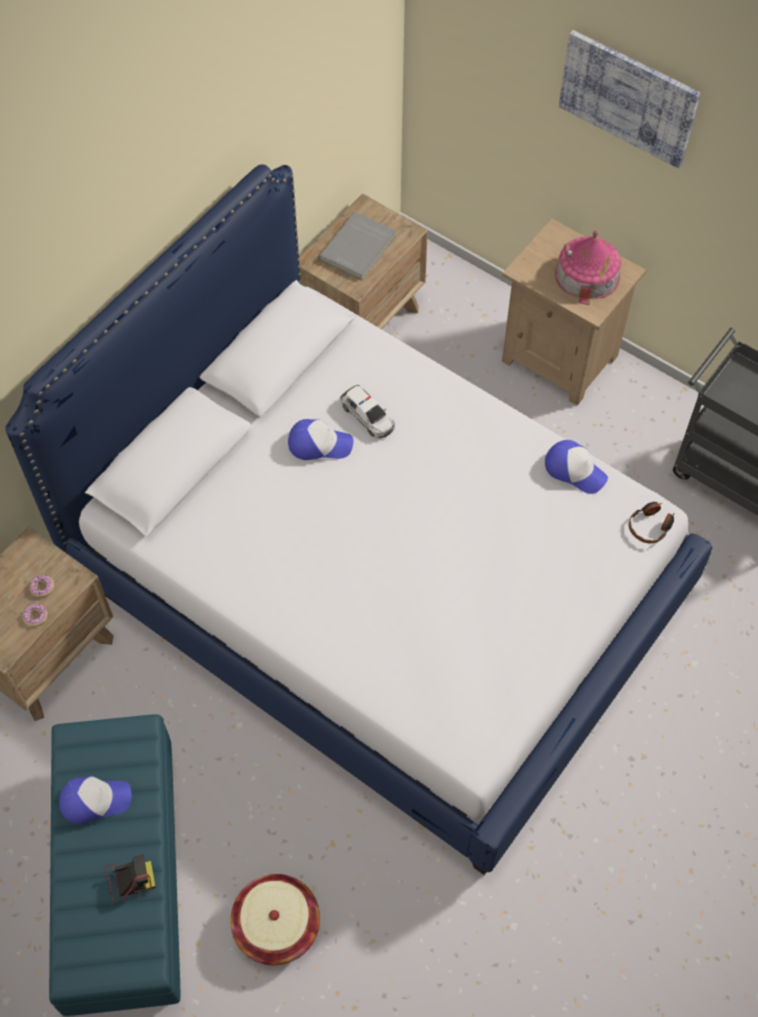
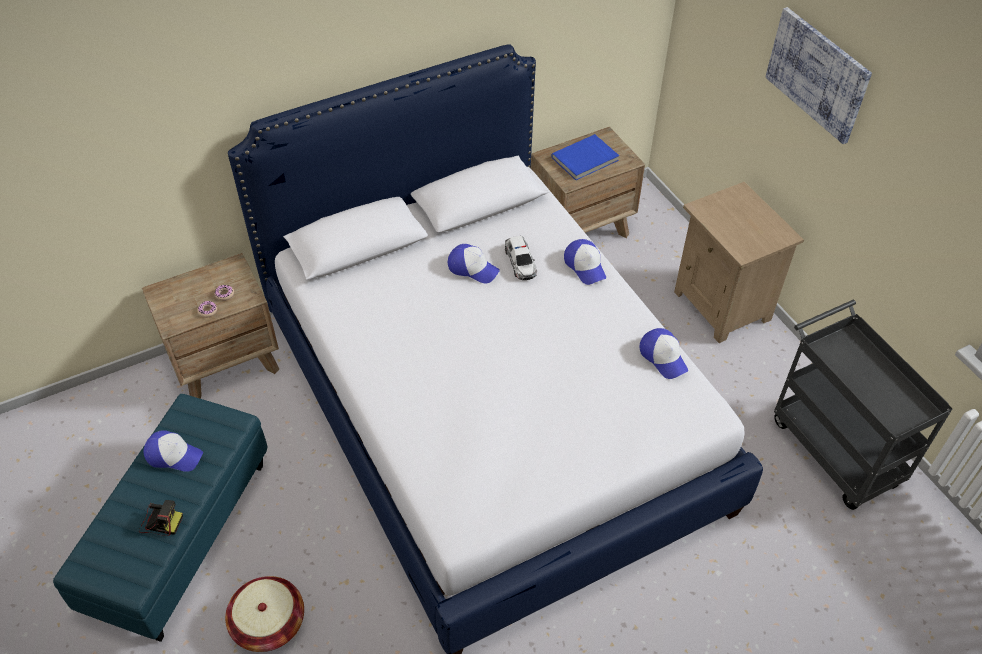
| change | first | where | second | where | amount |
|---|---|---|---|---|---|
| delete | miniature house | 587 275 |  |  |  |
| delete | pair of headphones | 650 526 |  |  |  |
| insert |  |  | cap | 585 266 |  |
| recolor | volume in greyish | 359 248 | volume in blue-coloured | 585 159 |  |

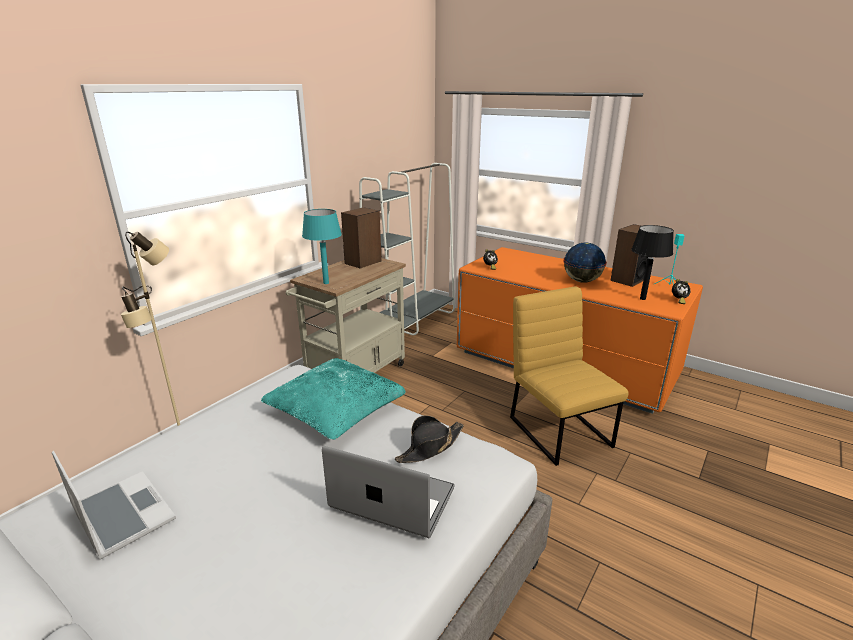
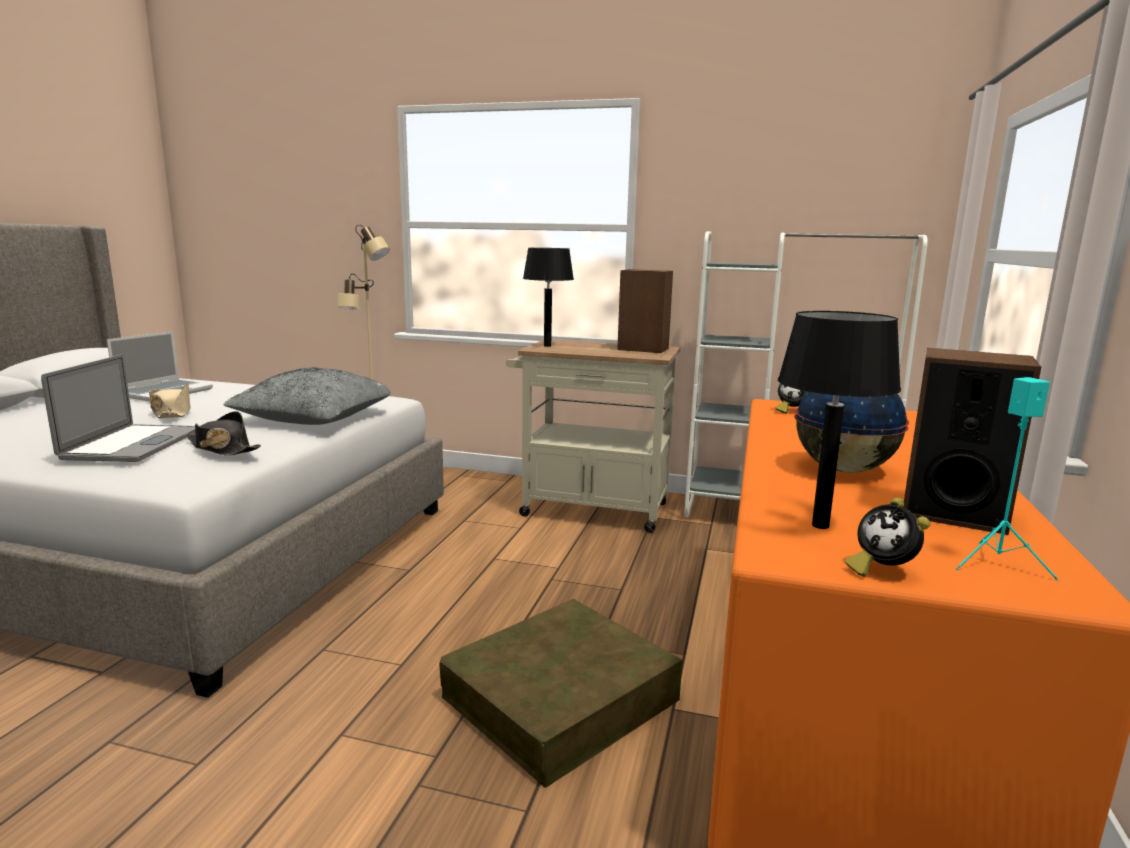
| change | first | where | second | where | amount |
|---|---|---|---|---|---|
| insert |  |  | hat in beige | 172 412 |  |
| replace | upright chair in yellow | 558 429 | storage bin in brown | 561 698 |  |
| recolor | cushion in turquoise-coloured | 335 409 | cushion in greyish | 314 417 |  |
| recolor | tabletop lamp in turquoise-coloured | 326 283 | tabletop lamp in black-coloured | 547 346 |  |

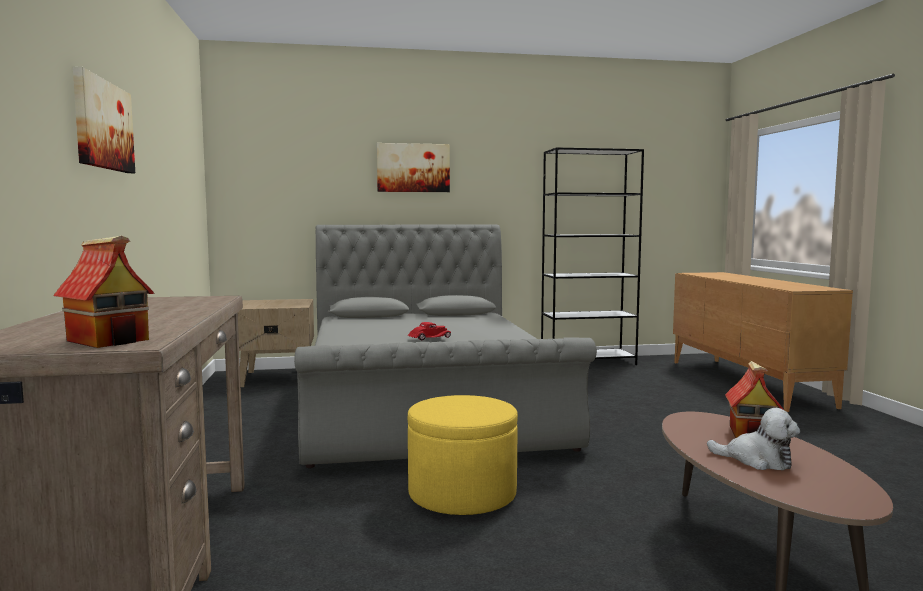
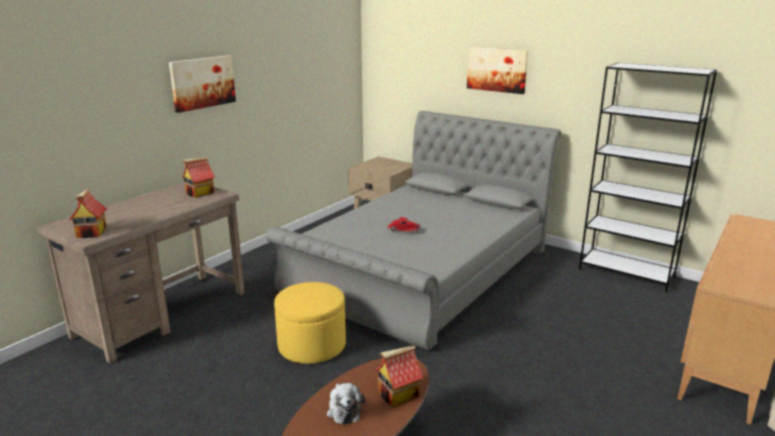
| change | first | where | second | where | amount |
|---|---|---|---|---|---|
| insert |  |  | miniature house | 200 193 |  |

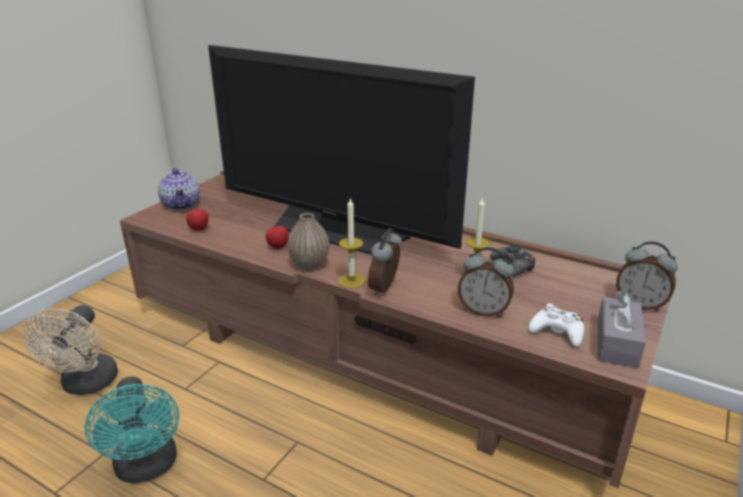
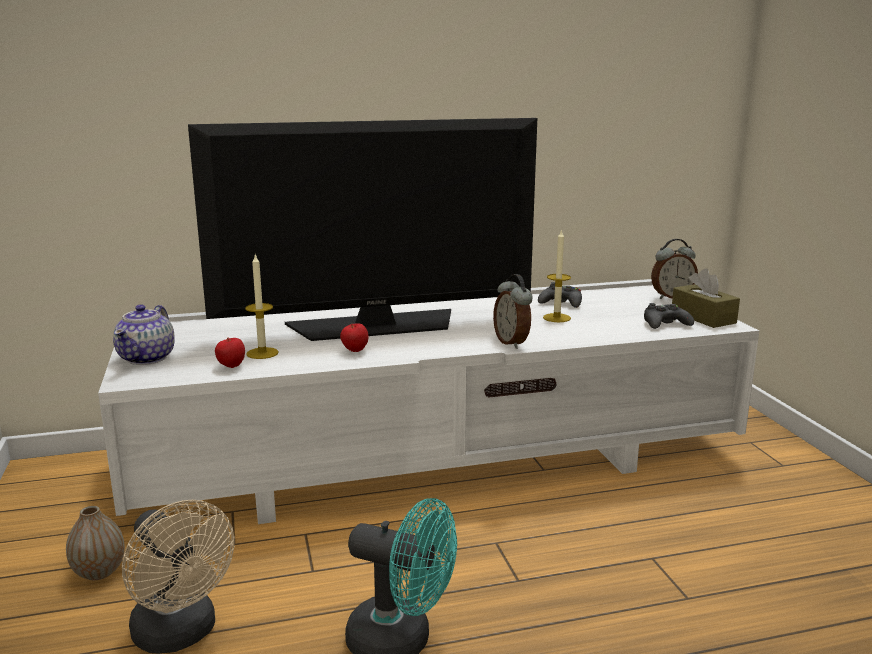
| change | first | where | second | where | amount |
|---|---|---|---|---|---|
| delete | table clock | 483 310 |  |  |  |
| move | decorative vase | 309 264 |  | 99 572 |  |
| move | wax light | 351 280 |  | 262 353 |  |
| recolor | media console in brown | 372 349 | media console in white | 436 455 |  |
| recolor | game controller in white | 557 332 | game controller in black-coloured | 665 324 |  |
| recolor | tissue holder in greyish | 616 343 | tissue holder in brown | 703 317 |  |
| rotate | pot for tea | 181 204 |  | 147 358 | 75 degrees clockwise |

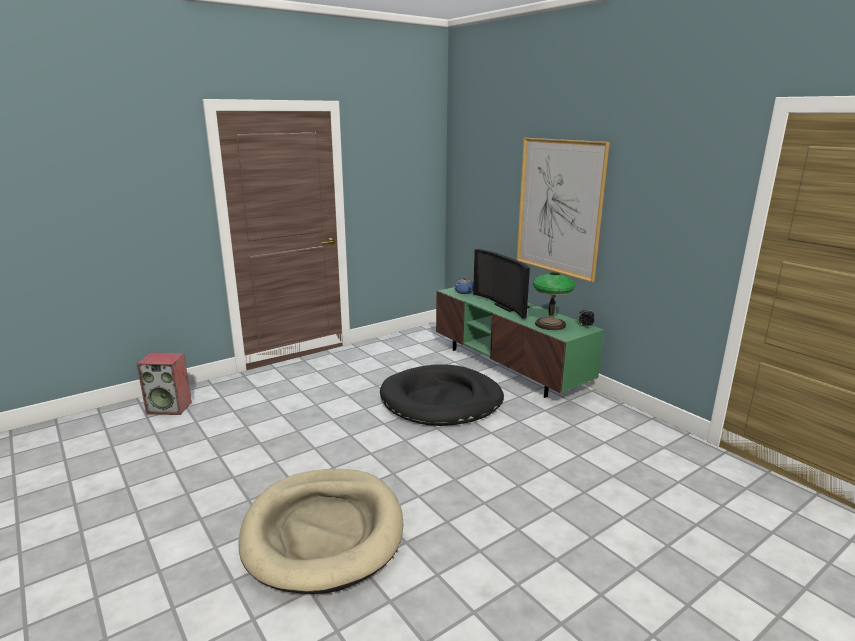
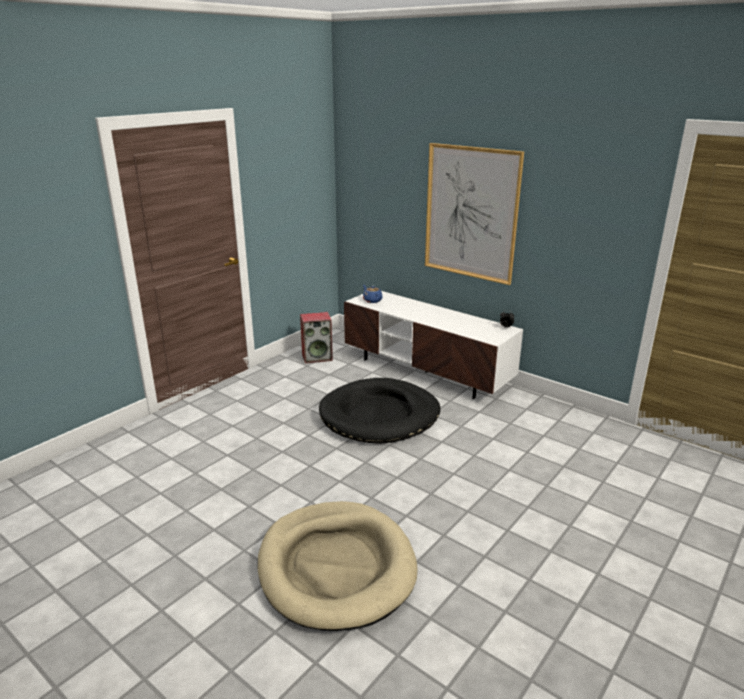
| change | first | where | second | where | amount |
|---|---|---|---|---|---|
| delete | TV | 507 306 |  |  |  |
| delete | tabletop lamp | 550 324 |  |  |  |
| move | speaker | 170 407 |  | 317 357 |  |
| recolor | media console in green-coloured | 509 367 | media console in white | 426 371 |  |

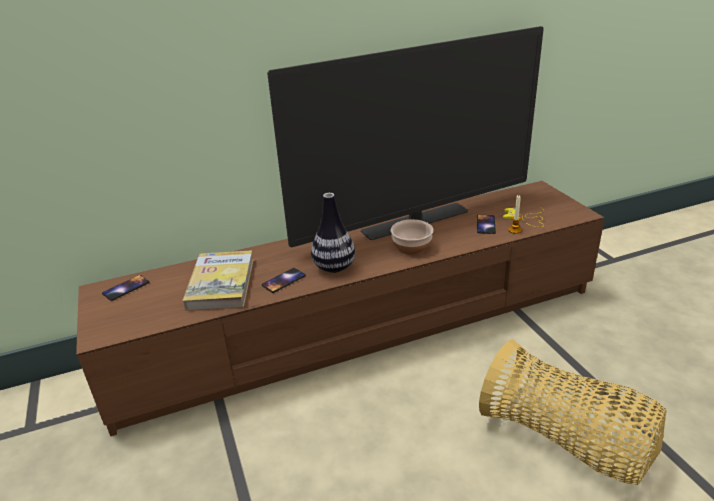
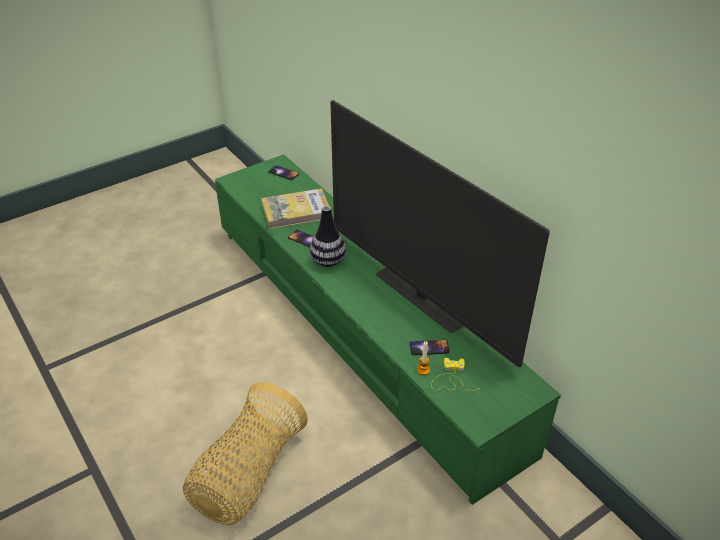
| change | first | where | second | where | amount |
|---|---|---|---|---|---|
| delete | bowl | 411 247 |  |  |  |
| recolor | media console in brown | 360 329 | media console in green-coloured | 360 331 |  |

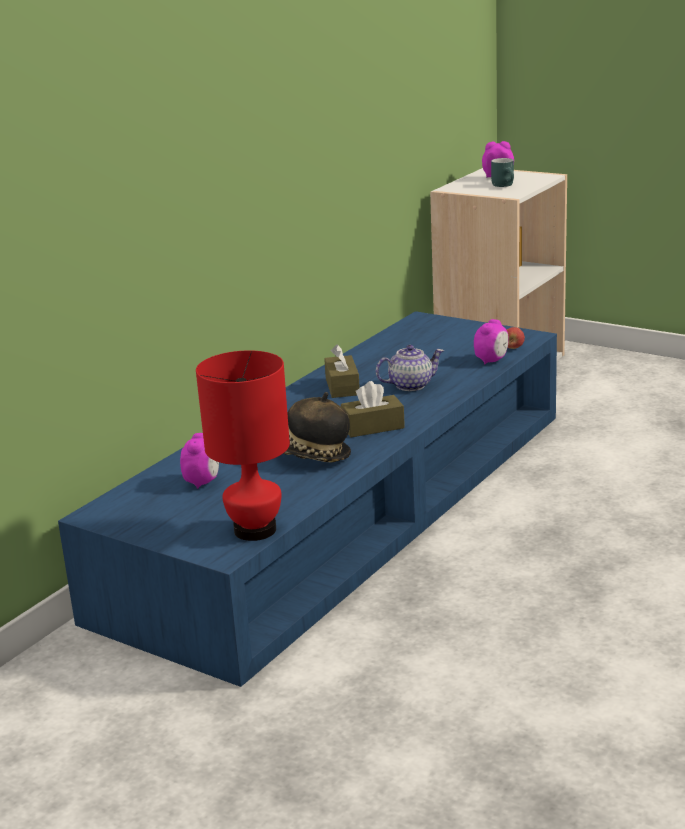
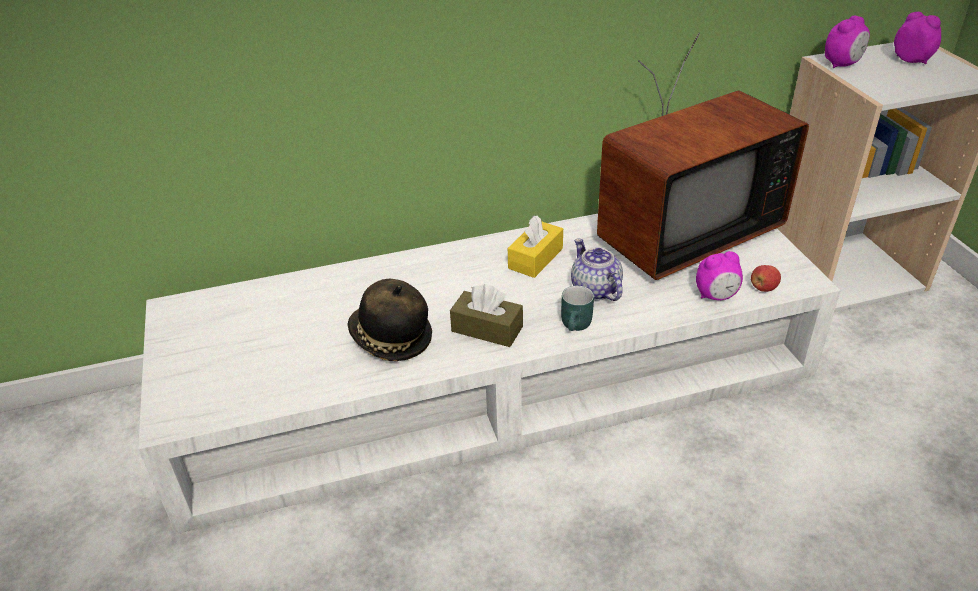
| change | first | where | second | where | amount |
|---|---|---|---|---|---|
| delete | tabletop lamp in reddish | 254 530 |  |  |  |
| insert |  |  | TV | 679 234 |  |
| move | table clock | 202 482 |  | 842 64 |  |
| move | tea mug in turquoise-coloured | 505 185 |  | 577 326 |  |
| recolor | media console in blue-coloured | 346 507 | media console in white | 491 377 |  |
| recolor | tissue holder in brown | 342 387 | tissue holder in yellow | 535 258 |  |
| rotate | pot for tea | 411 385 |  | 594 289 | 135 degrees counterclockwise |

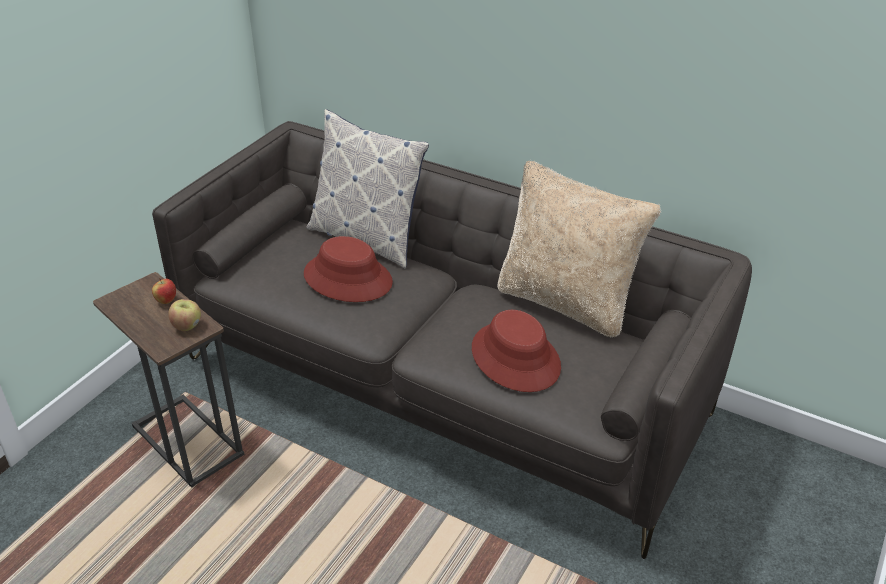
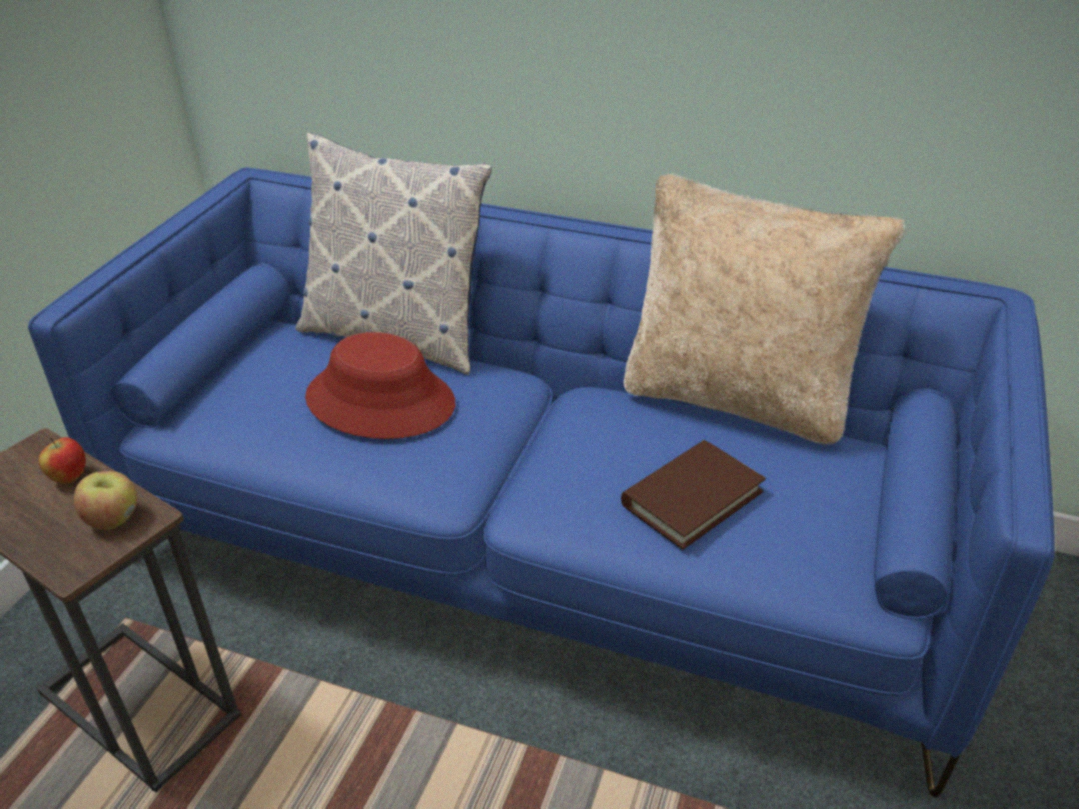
| change | first | where | second | where | amount |
|---|---|---|---|---|---|
| replace | hat in reddish | 516 358 | volume in brown | 692 498 |  |
| recolor | settee in greyish | 444 388 | settee in blue-coloured | 543 554 |  |

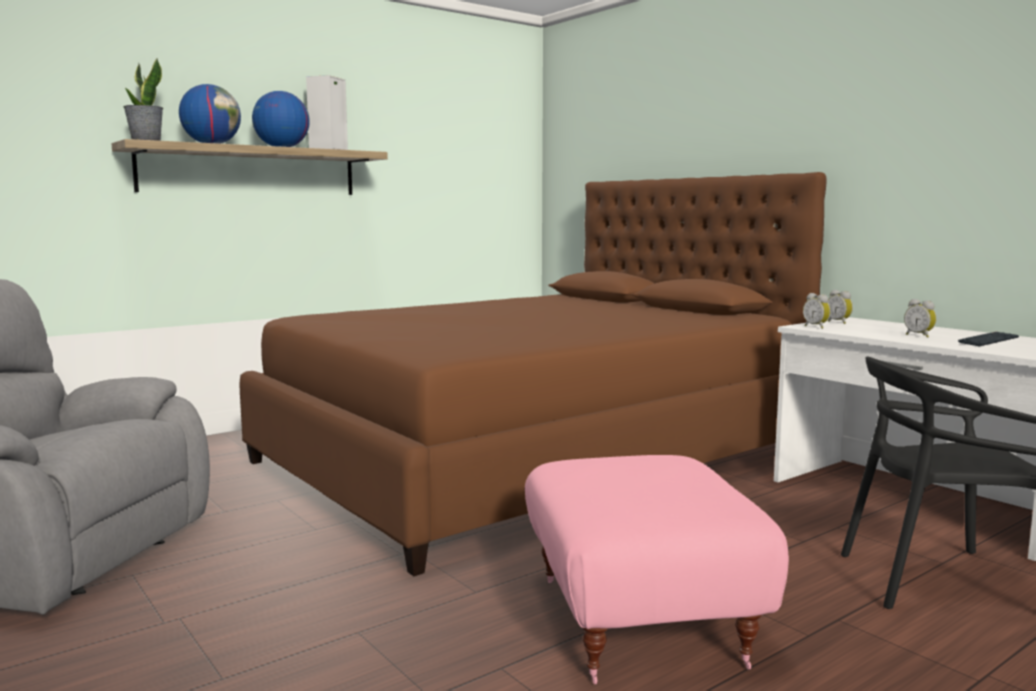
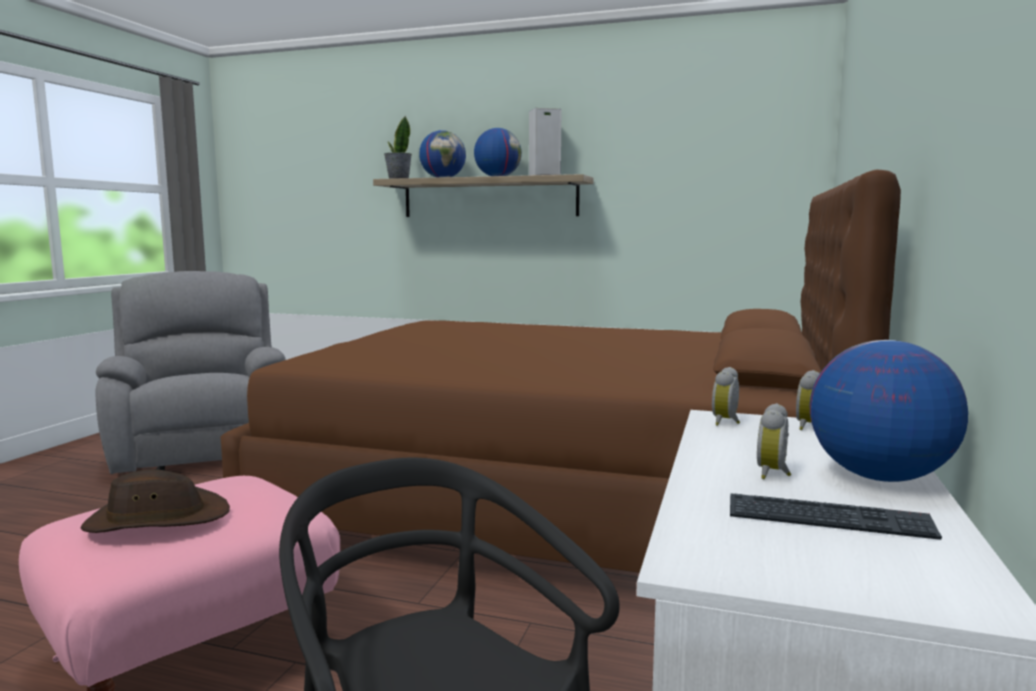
| change | first | where | second | where | amount |
|---|---|---|---|---|---|
| insert |  |  | hat in brown | 157 519 |  |
| insert |  |  | world globe | 878 477 |  |

